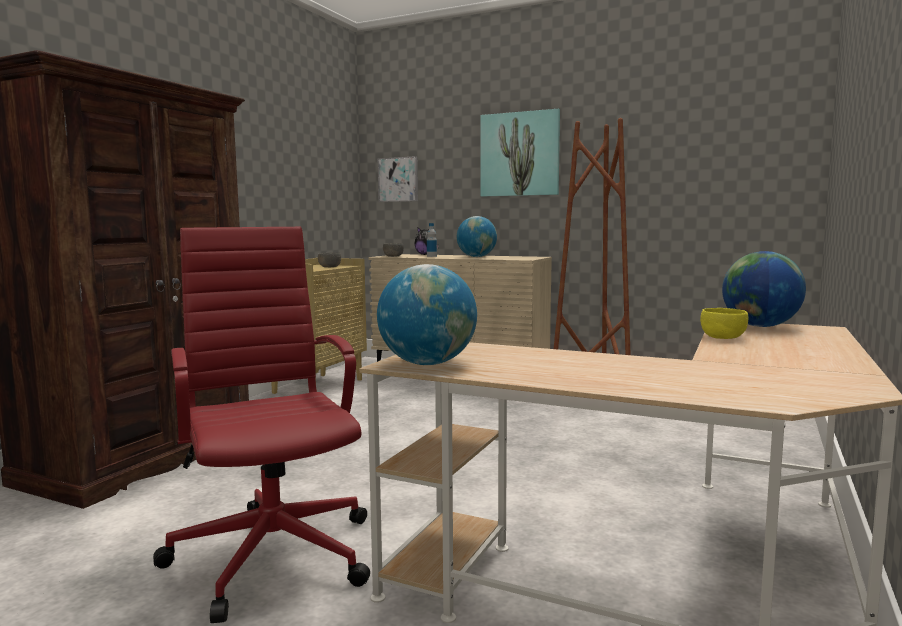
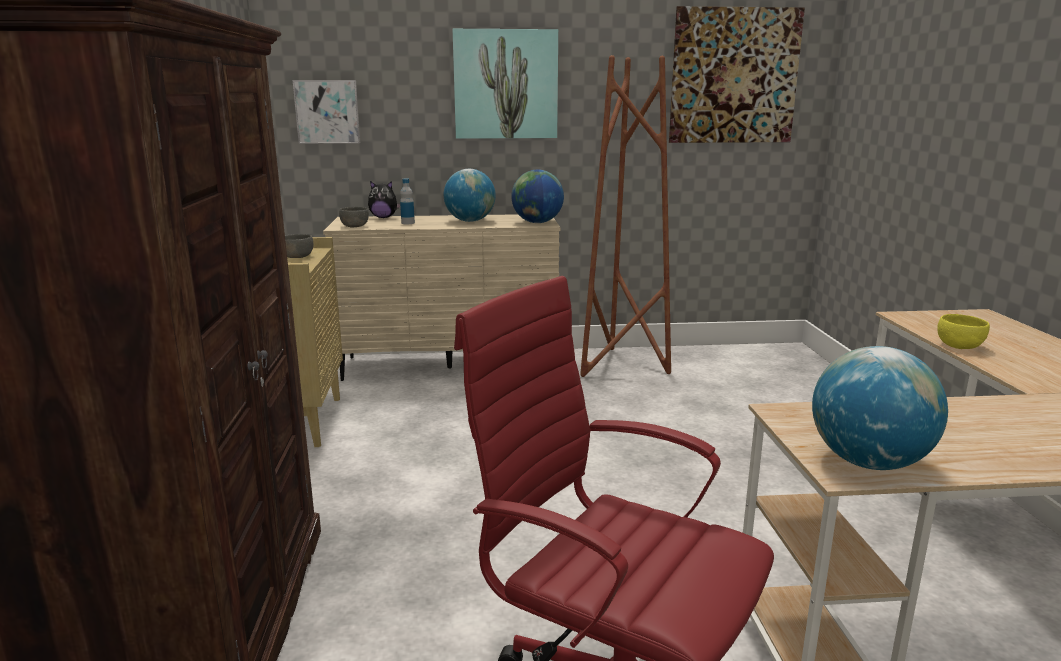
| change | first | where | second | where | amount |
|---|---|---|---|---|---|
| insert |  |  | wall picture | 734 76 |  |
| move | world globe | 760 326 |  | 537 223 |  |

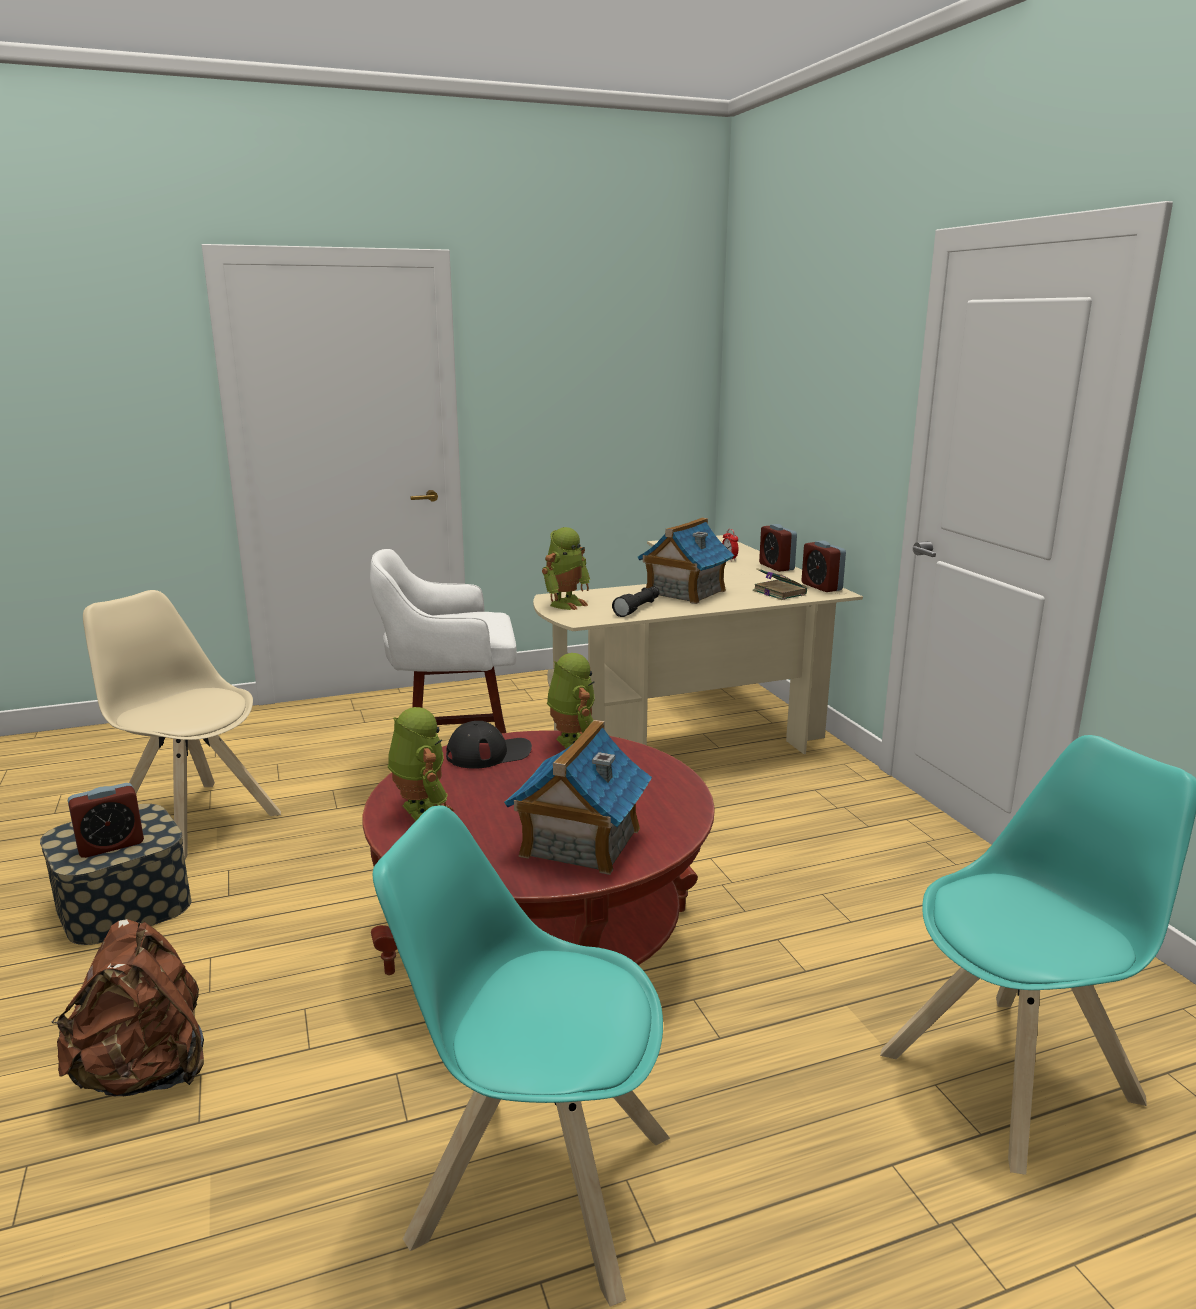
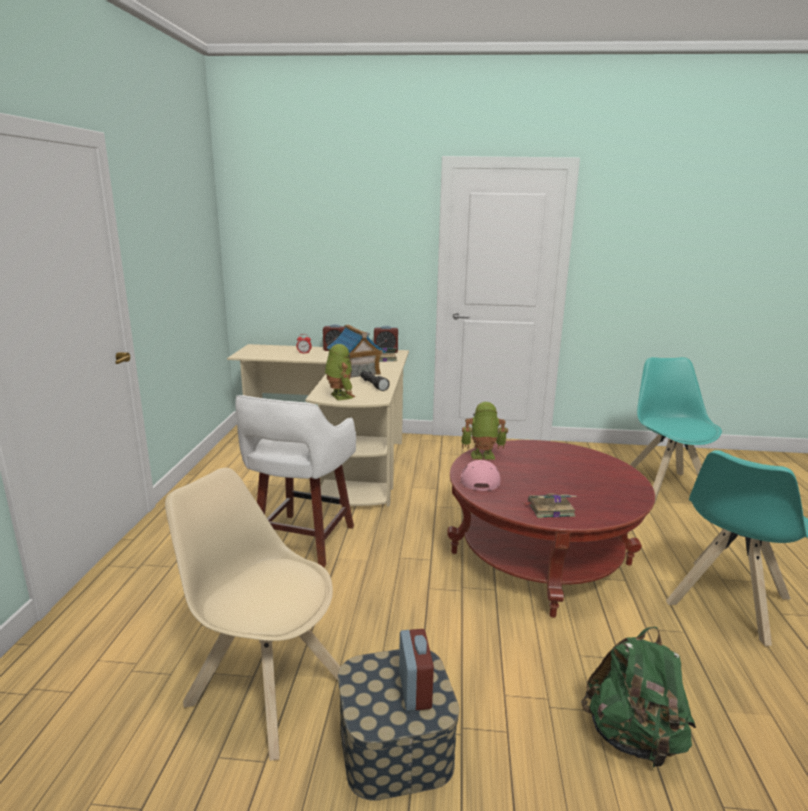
| change | first | where | second | where | amount |
|---|---|---|---|---|---|
| delete | miniature house | 579 842 |  |  |  |
| replace | model robot | 420 811 | volume | 549 509 |  |
| recolor | rucksack in brown | 145 1073 | rucksack in green-coloured | 633 738 |  |
| recolor | cap in black-coloured | 489 753 | cap in pinkish | 479 478 |  |
| rotate | upright chair in beige | 193 818 |  | 264 689 | 60 degrees clockwise |

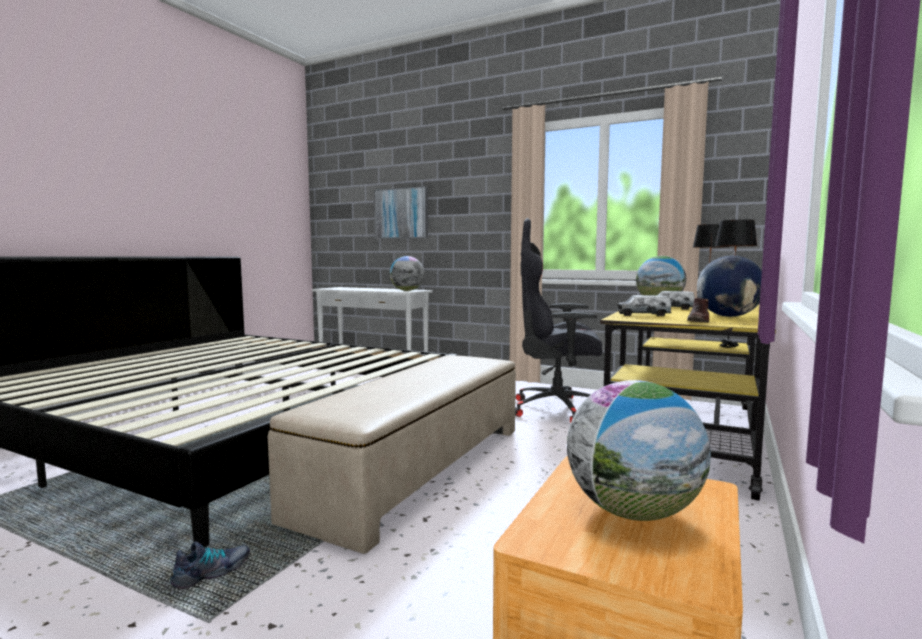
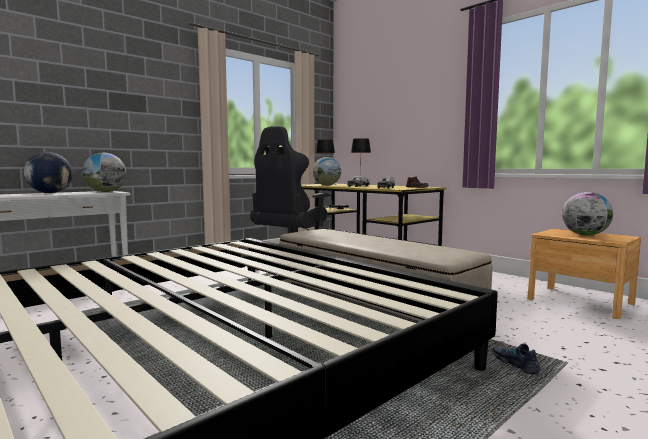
| change | first | where | second | where | amount |
|---|---|---|---|---|---|
| delete | wall picture | 401 213 |  |  |  |
| move | world globe | 728 316 |  | 50 193 |  |

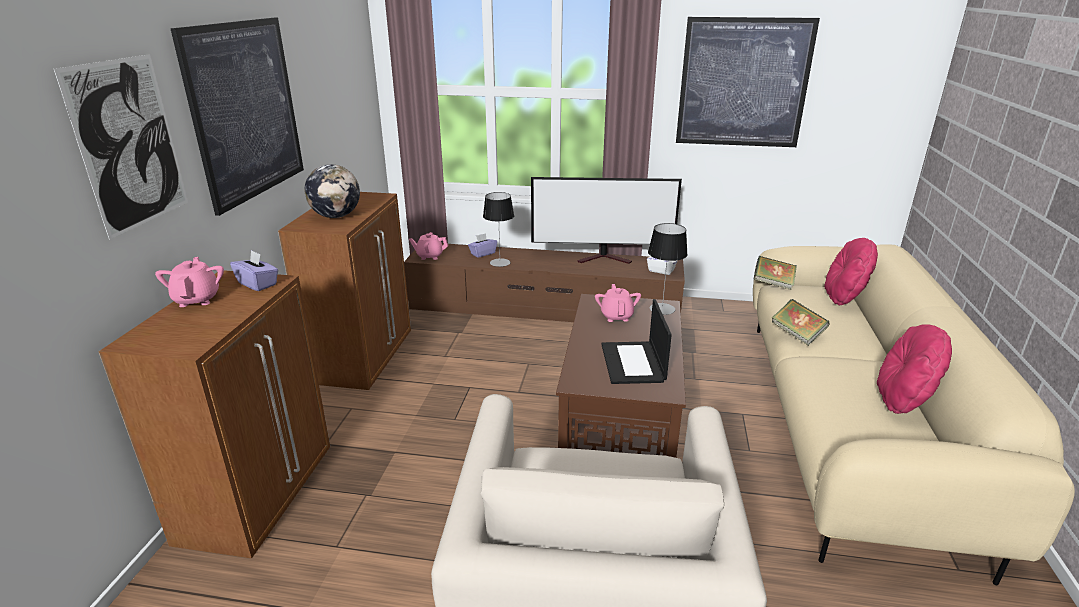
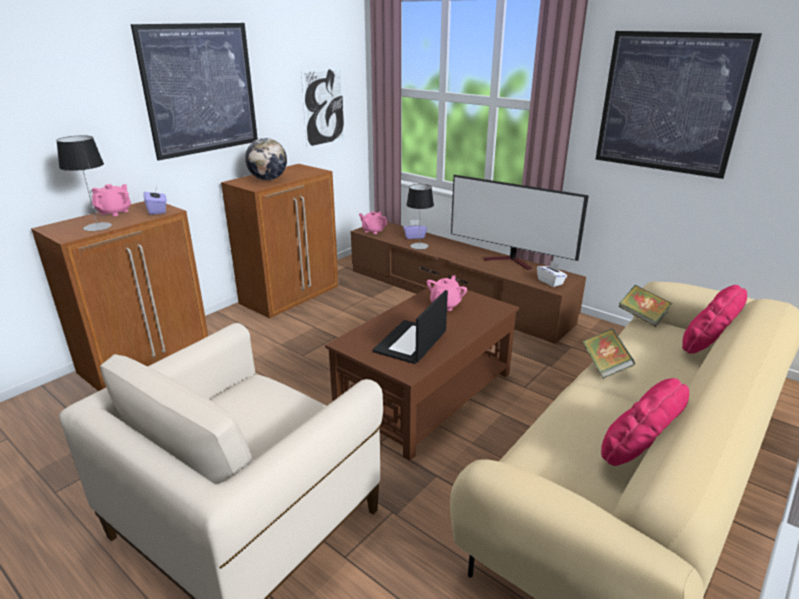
| change | first | where | second | where | amount |
|---|---|---|---|---|---|
| move | wall picture | 129 144 |  | 324 107 |  |
| move | tabletop lamp | 662 309 |  | 97 227 |  |

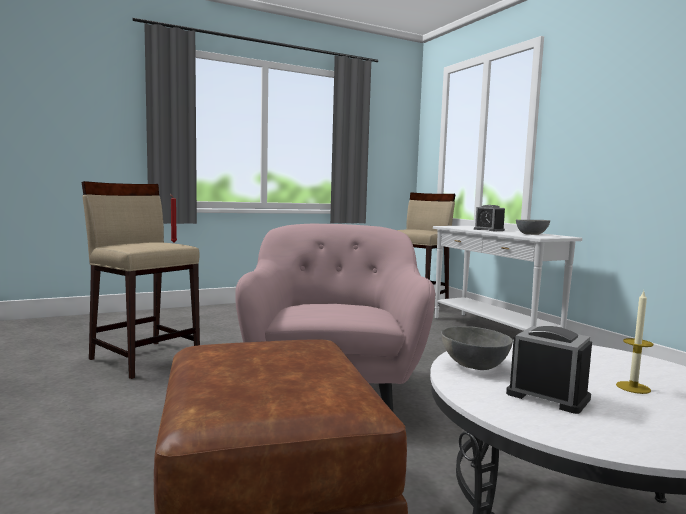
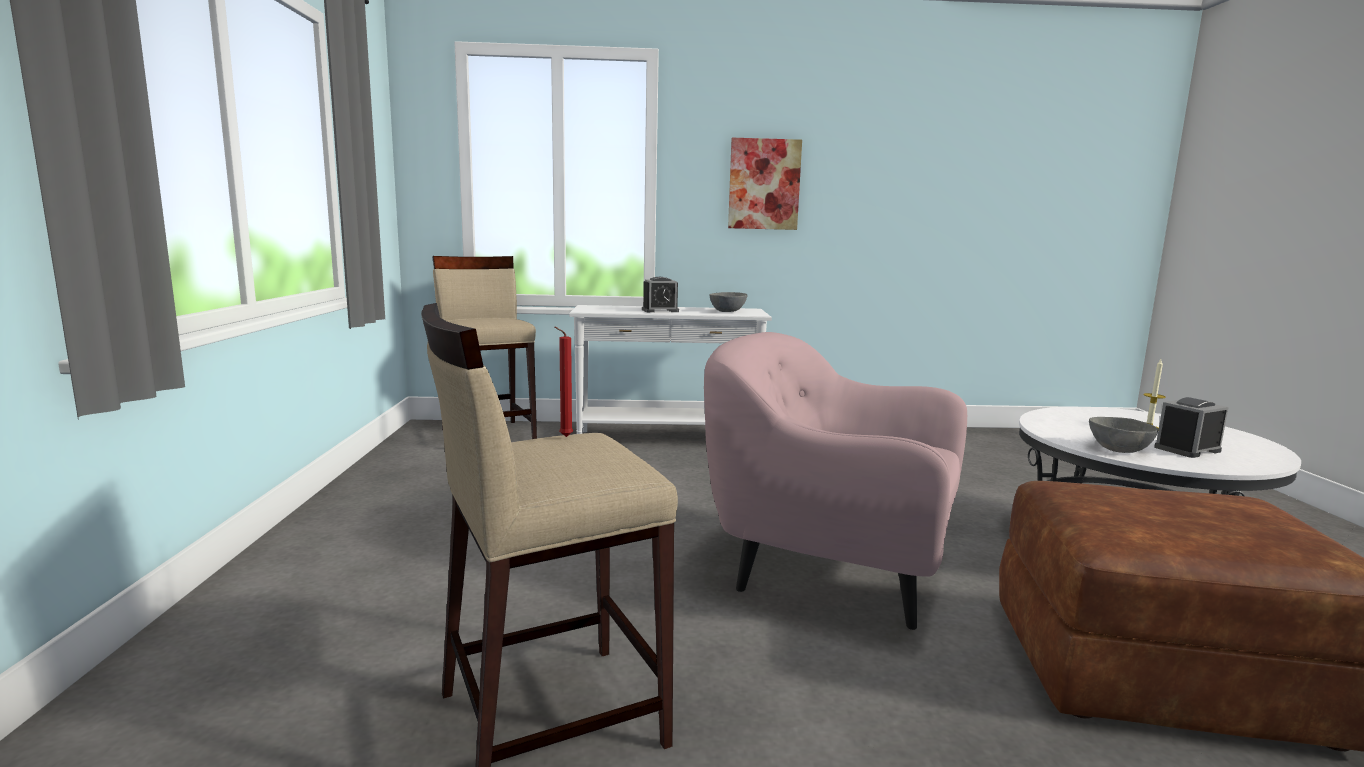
| change | first | where | second | where | amount |
|---|---|---|---|---|---|
| insert |  |  | wall picture | 764 184 |  |

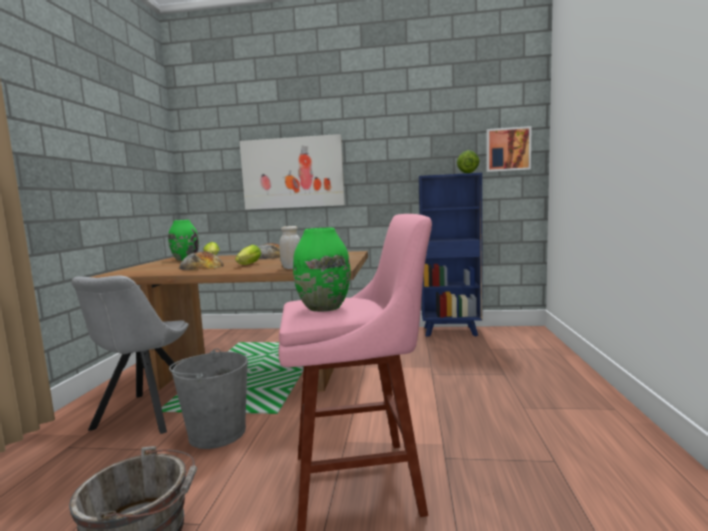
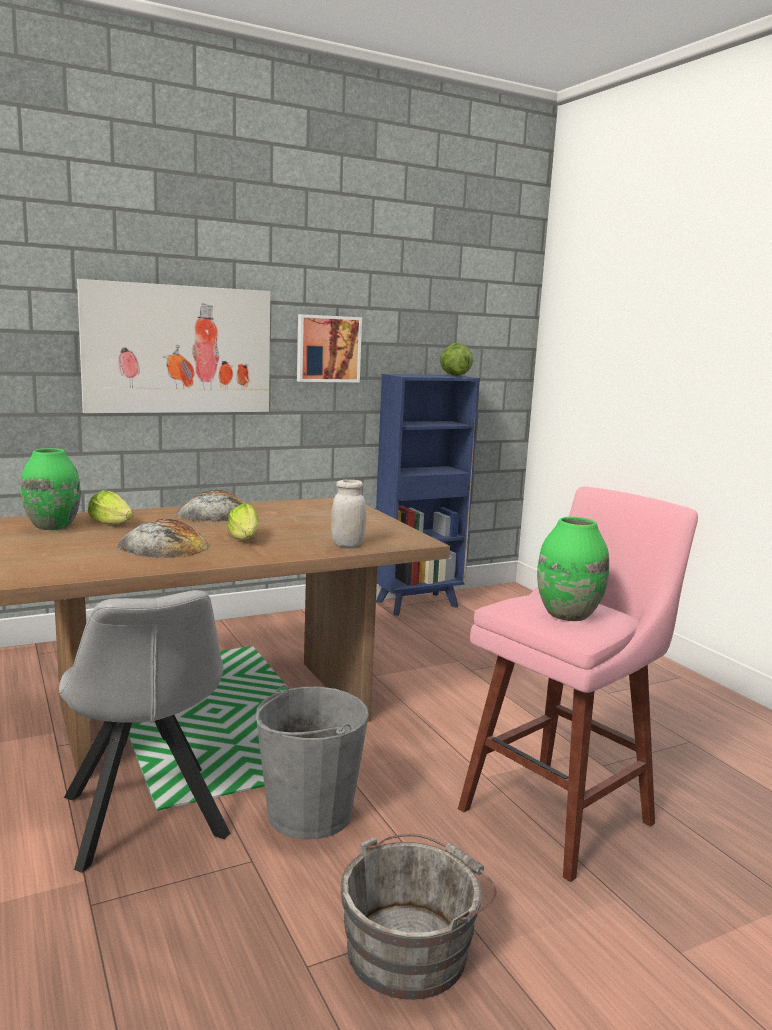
| change | first | where | second | where | amount |
|---|---|---|---|---|---|
| move | wall picture | 507 149 |  | 328 348 |  |

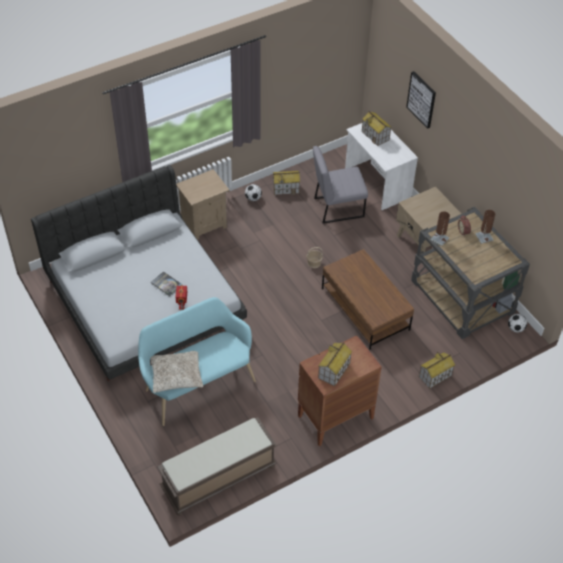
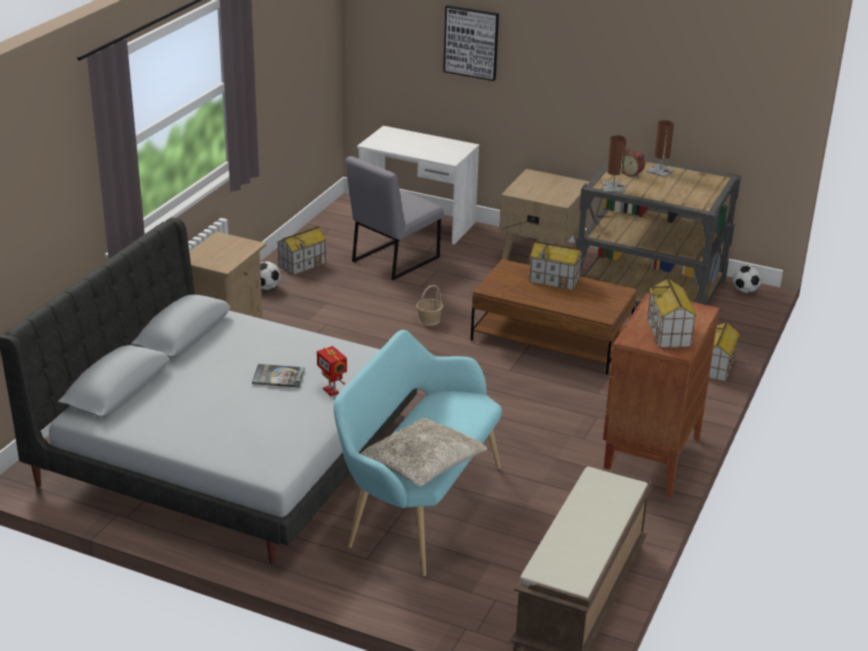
| change | first | where | second | where | amount |
|---|---|---|---|---|---|
| move | miniature house | 375 135 |  | 555 280 |  |

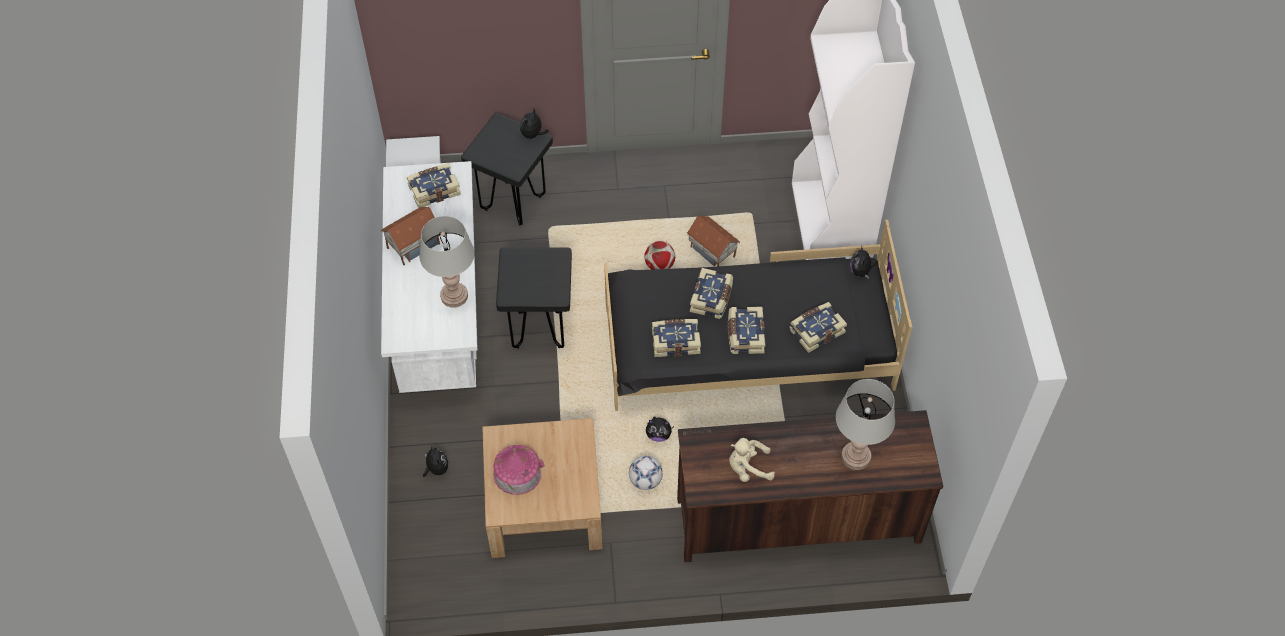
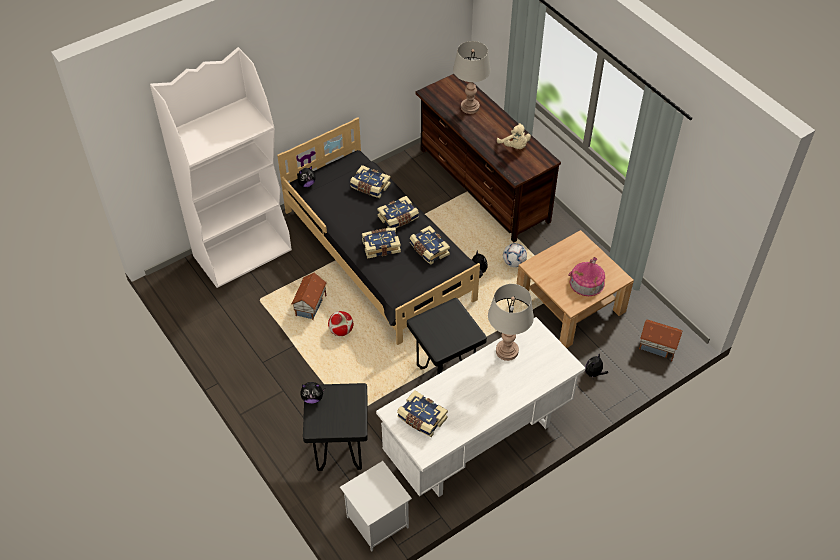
| change | first | where | second | where | amount |
|---|---|---|---|---|---|
| move | miniature house | 413 245 |  | 657 348 |  |

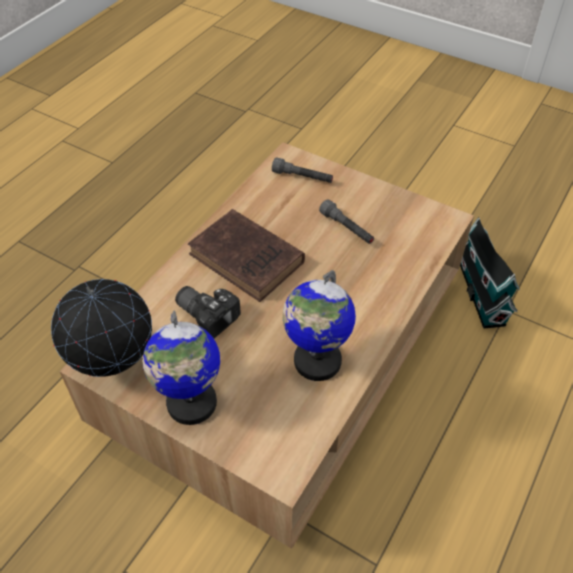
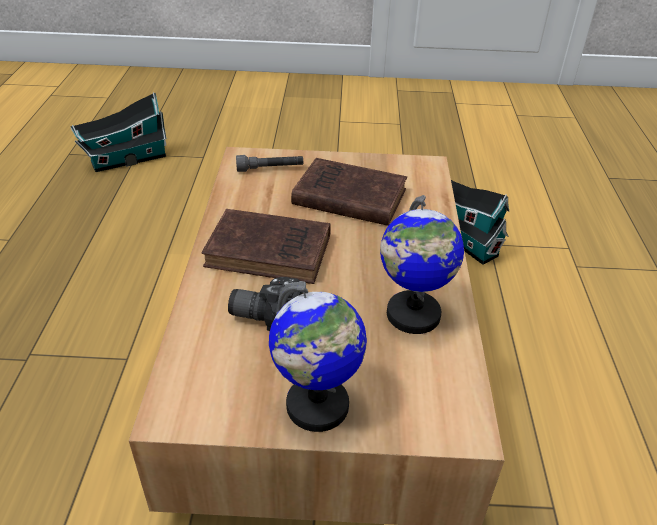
| change | first | where | second | where | amount |
|---|---|---|---|---|---|
| delete | world globe | 114 363 |  |  |  |
| insert |  |  | miniature house | 126 160 |  |
| replace | torch in greyish | 347 228 | volume in brown | 346 197 |  |

